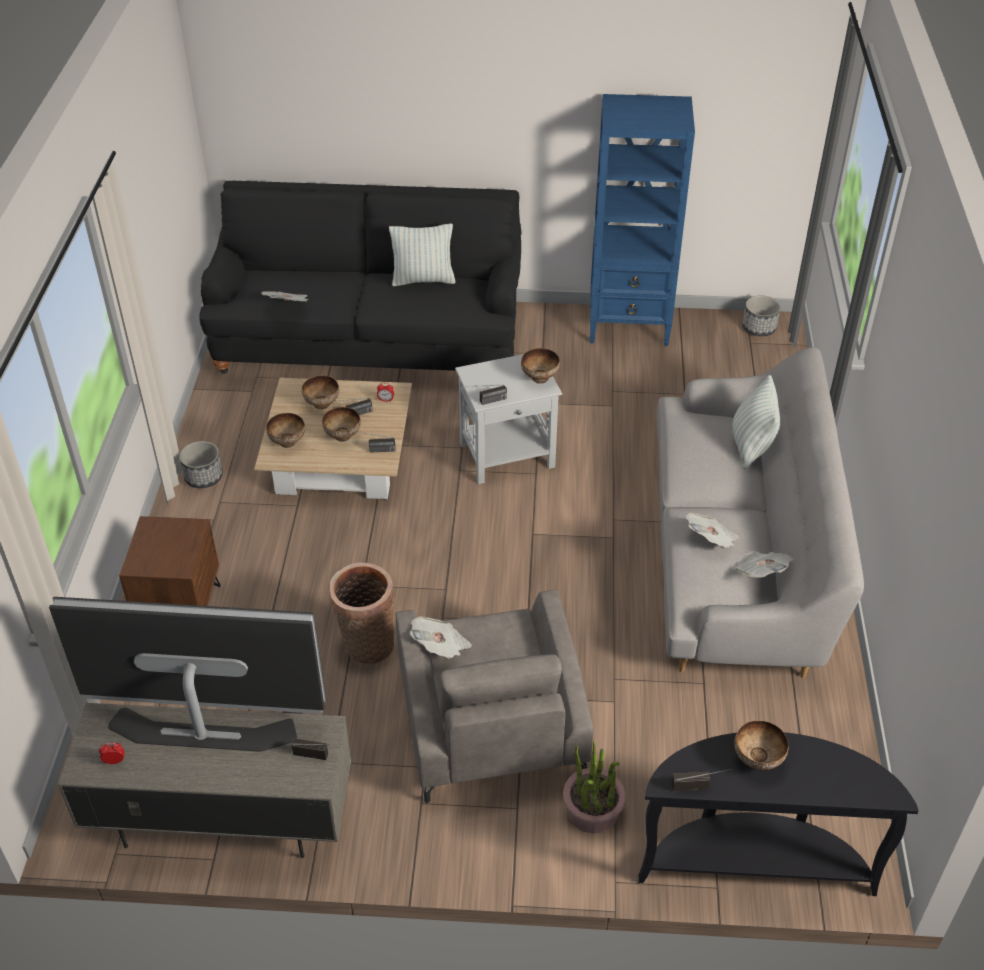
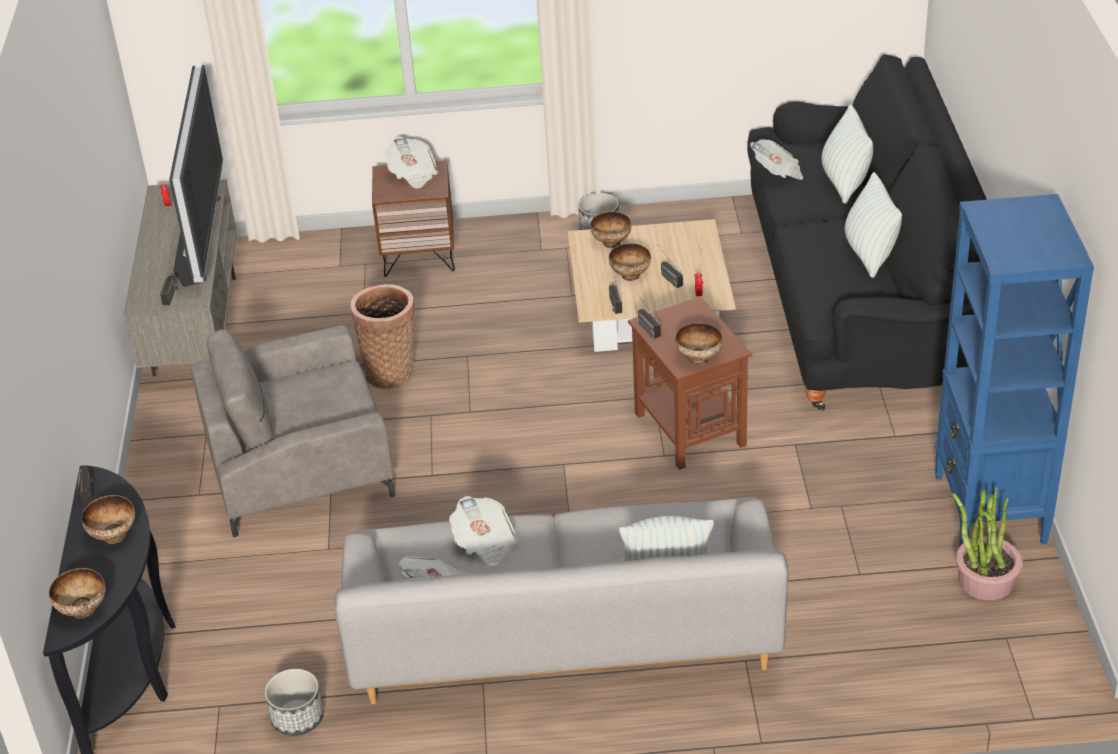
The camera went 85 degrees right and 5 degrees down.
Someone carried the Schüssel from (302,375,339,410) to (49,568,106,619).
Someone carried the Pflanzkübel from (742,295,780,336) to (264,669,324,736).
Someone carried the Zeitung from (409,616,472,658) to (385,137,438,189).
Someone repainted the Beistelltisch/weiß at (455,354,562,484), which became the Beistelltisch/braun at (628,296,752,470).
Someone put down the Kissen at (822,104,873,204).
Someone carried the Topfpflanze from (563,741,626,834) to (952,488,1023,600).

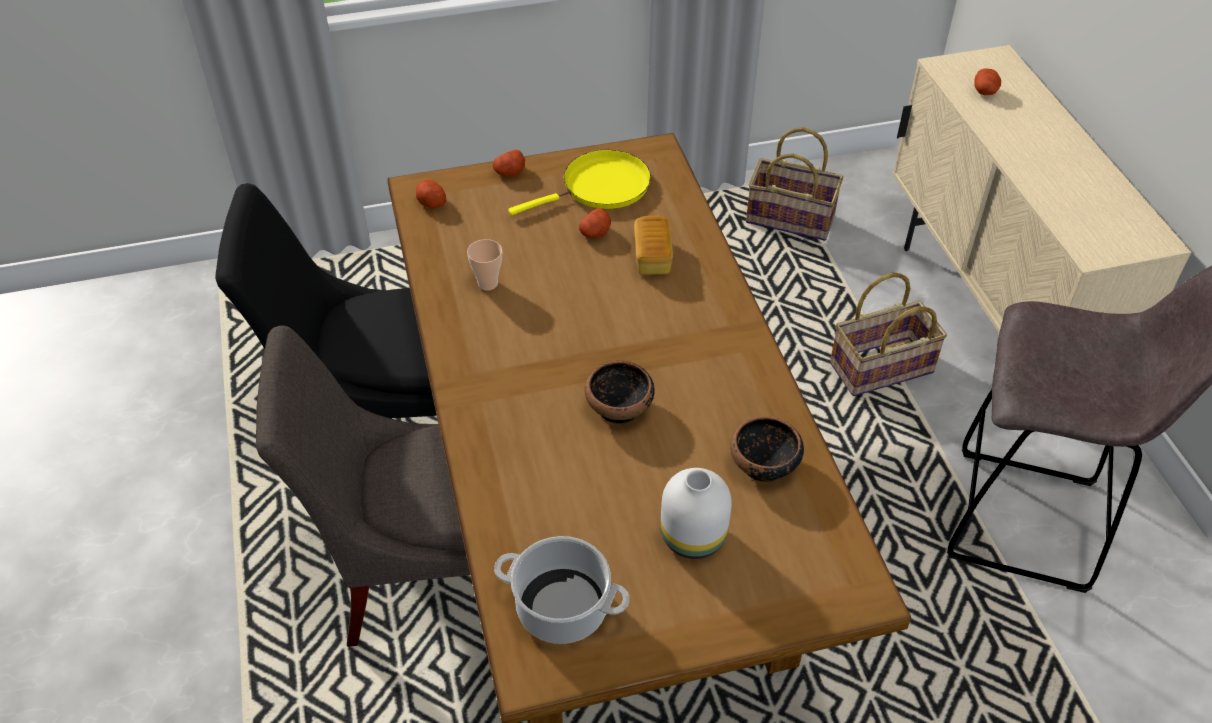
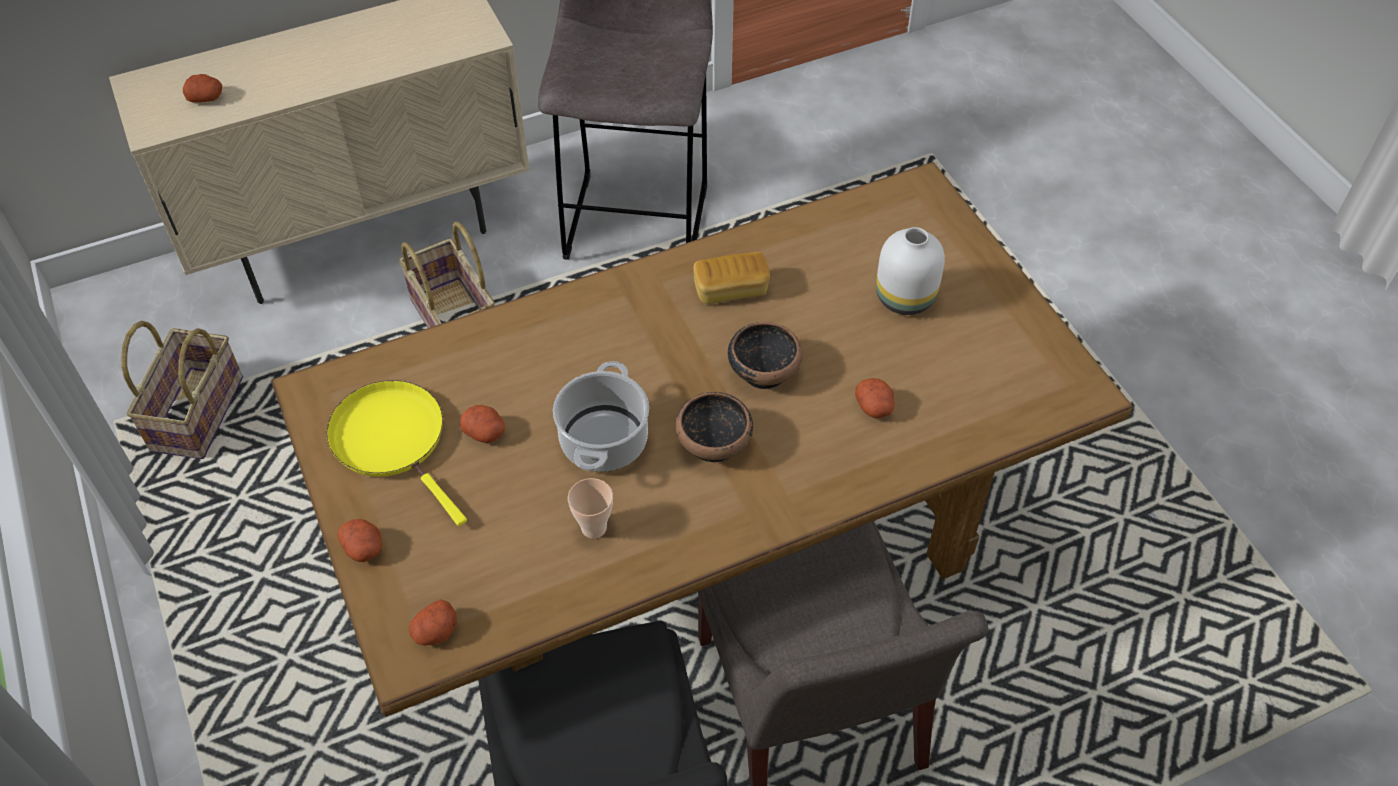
The camera went 100 degrees left and 5 degrees up.
Someone carried the Kochtopf from (494,536,629,644) to (553,361,649,472).
Someone carried the Schüssel from (730,416,804,482) to (675,392,753,462).
Someone carried the Brot from (634,216,673,275) to (693,252,770,304).
Someone put down the Kartoffel at (855,378,895,418).

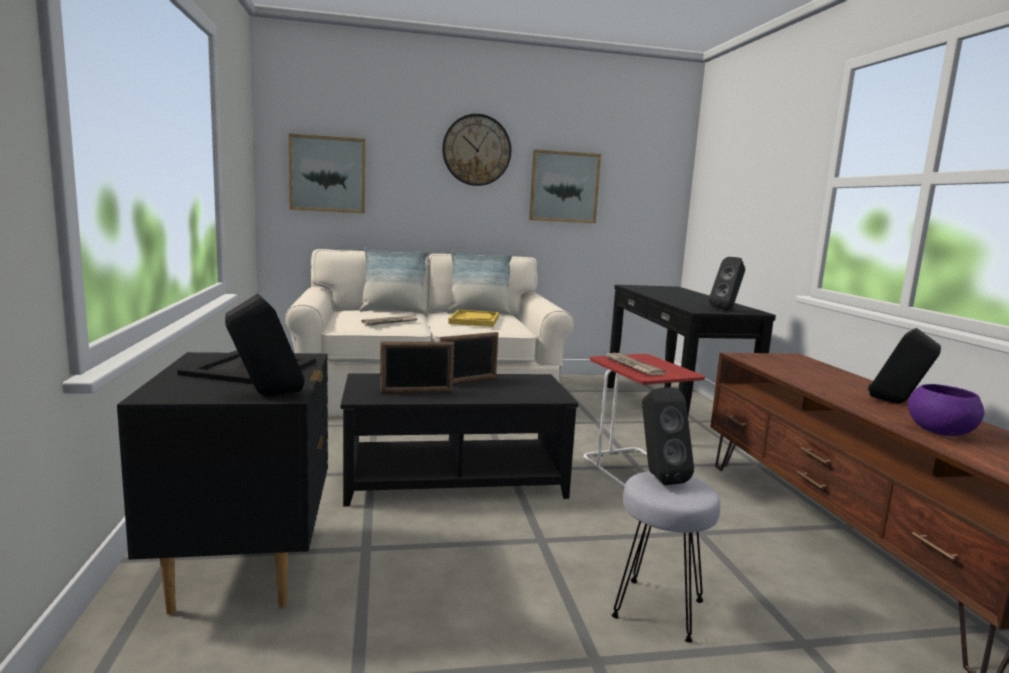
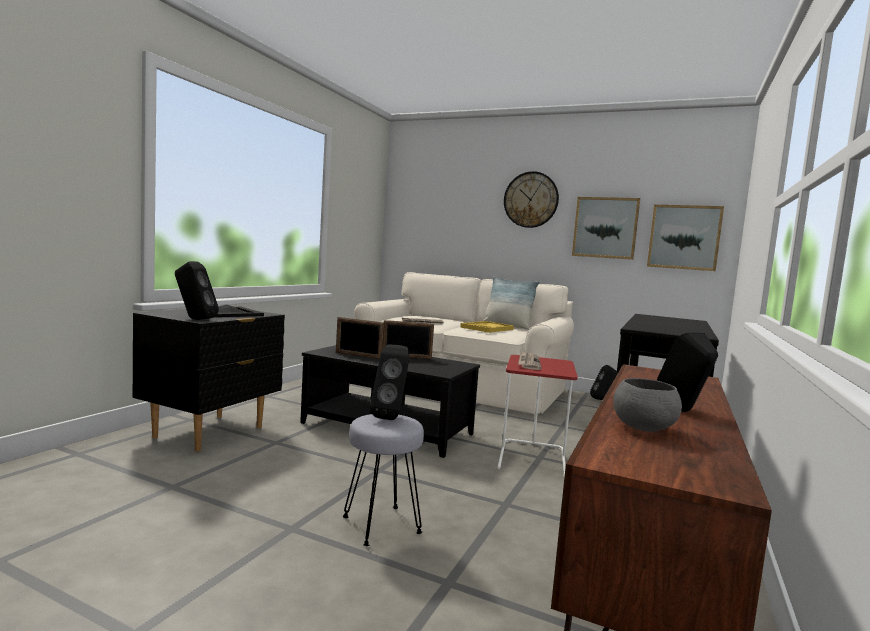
The camera went 35 degrees right and 5 degrees down.
Someone carried the Lautsprecher/schwarz from (709,257,745,310) to (590,365,617,400).
Someone repainted the Schüssel/lila at (908,384,984,436), which became the Schüssel/grau at (613,378,682,432).
Someone carried the Bild from (288,133,365,213) to (647,204,724,271).
Someone took away the Kissen at (359,247,428,313).

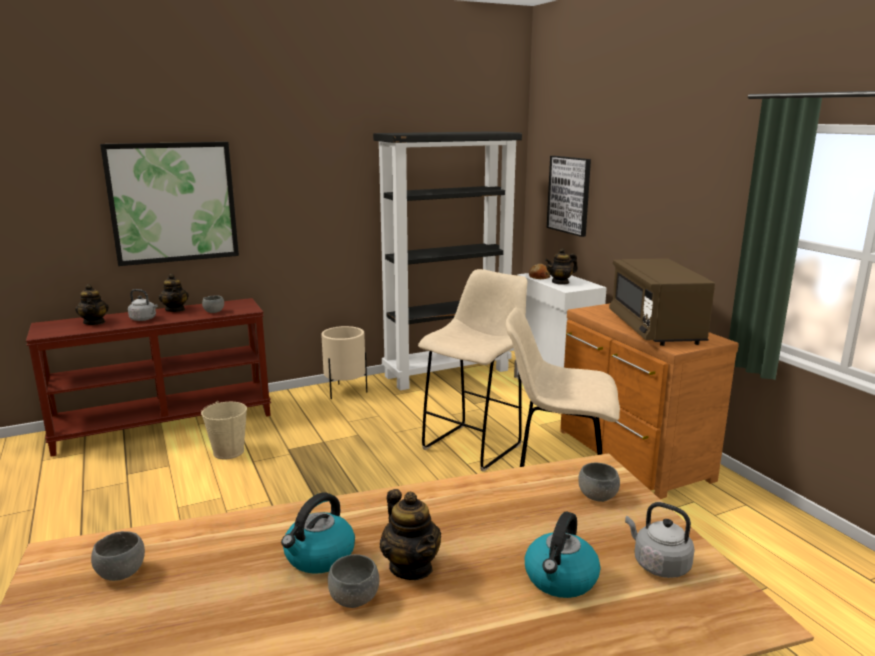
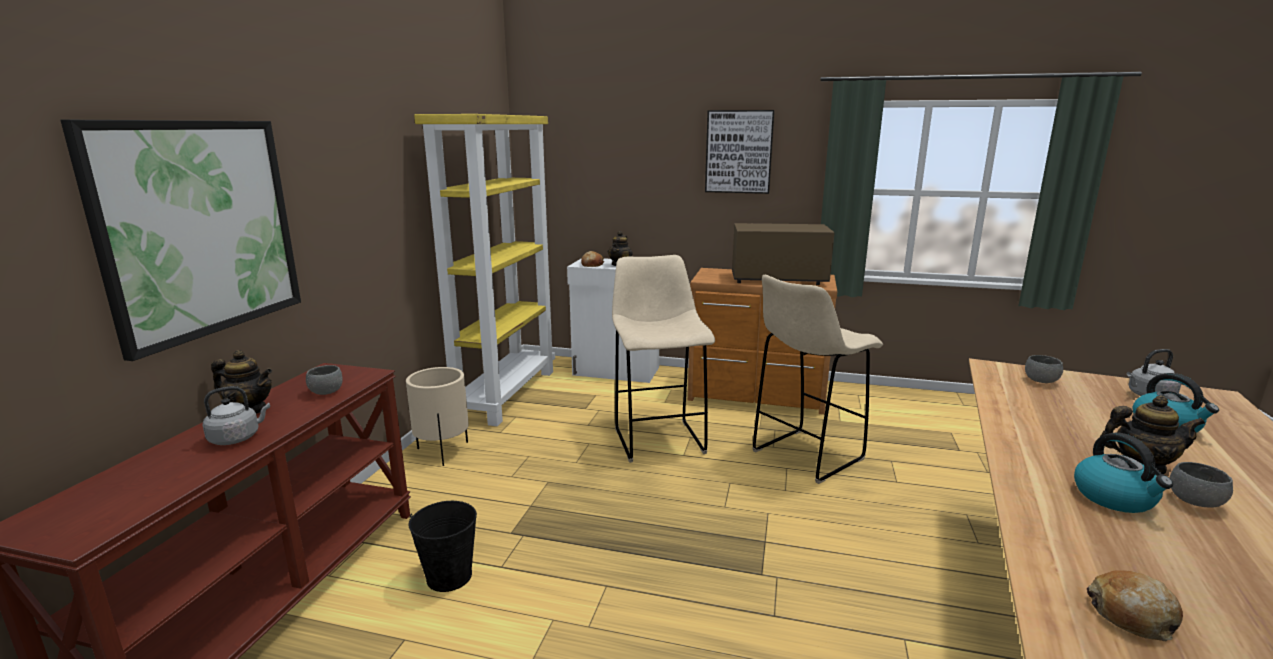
The camera went 50 degrees left and 0 degrees up.
Someone repainted the Eimer/beige at (201,401,247,459), which became the Eimer/schwarz at (408,501,477,592).
Someone repainted the Bücherregal/schwarz at (373,131,522,391), which became the Bücherregal/gelb at (414,114,555,426).
Someone carried the Bild from (547,156,591,237) to (705,110,774,194).
Someone rotated the Mikrowelle/braun at (609,258,715,346) by 150 degrees clockwise.
Someone swapped the Schüssel/grau at (91,531,145,581) for the Brot at (1087,570,1183,641).
Someone took away the Teekanne at (75,284,109,325).

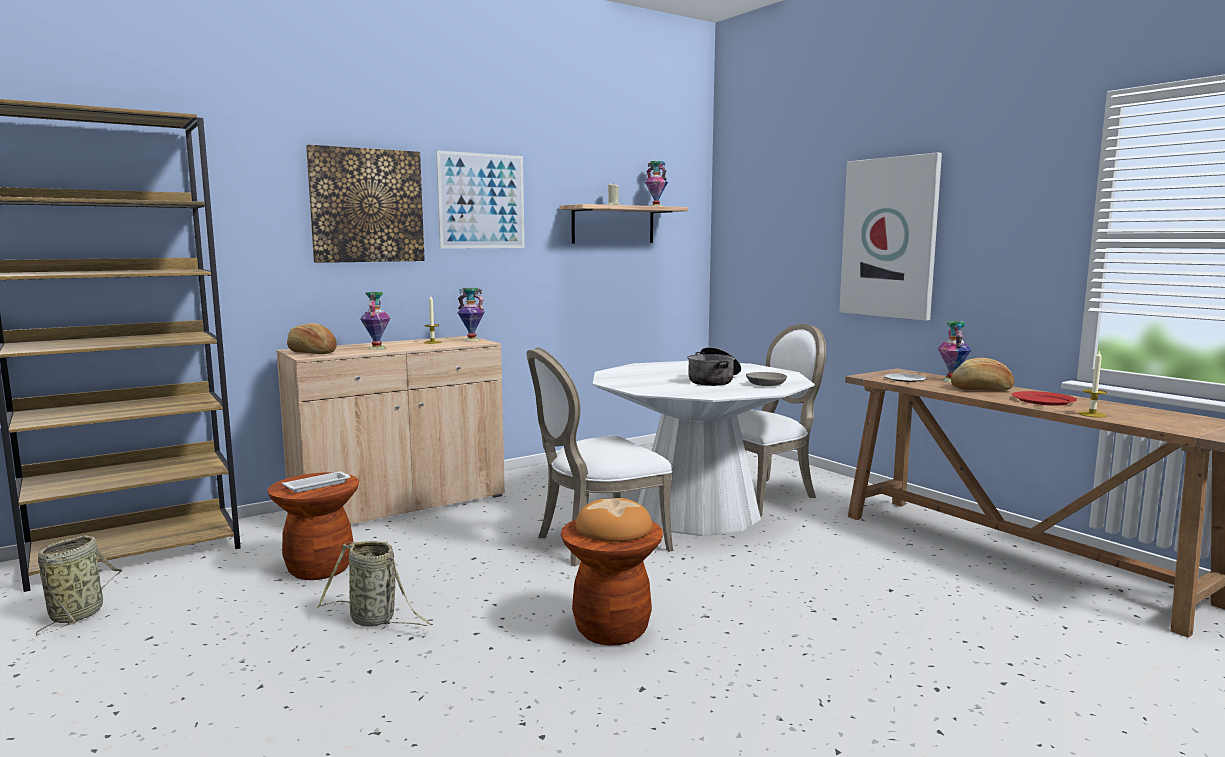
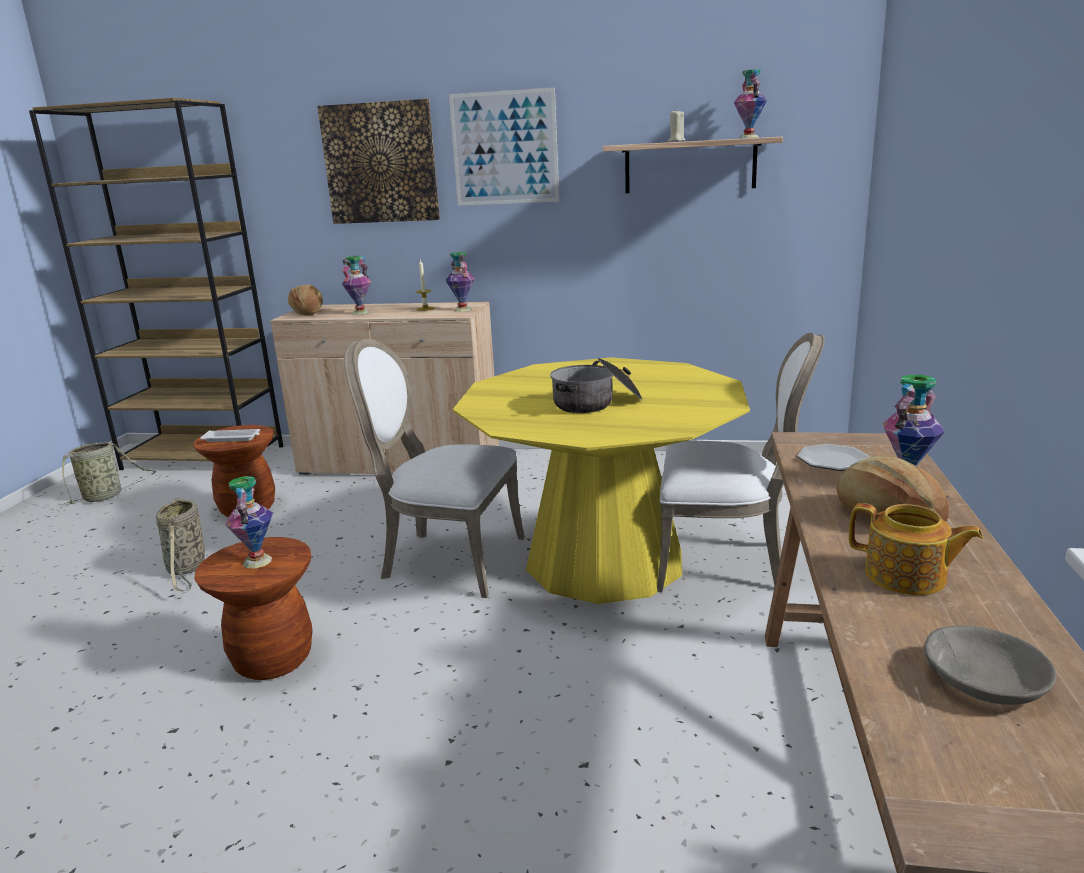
The camera went 45 degrees right and 10 degrees up.
Someone swapped the Brot at (576,498,652,542) for the Vase at (225,476,273,568).
Someone repainted the Esstisch/weiß at (593,361,815,536), which became the Esstisch/gelb at (453,357,750,604).
Someone swapped the Teller/rot at (1012,391,1077,406) for the Teekanne at (849,503,983,595).
Someone carried the Schüssel/grau from (746,372,787,386) to (924,625,1056,705).
Someone took away the Bild at (839,152,942,321).
Someone took away the Kerze at (1078,351,1107,418).

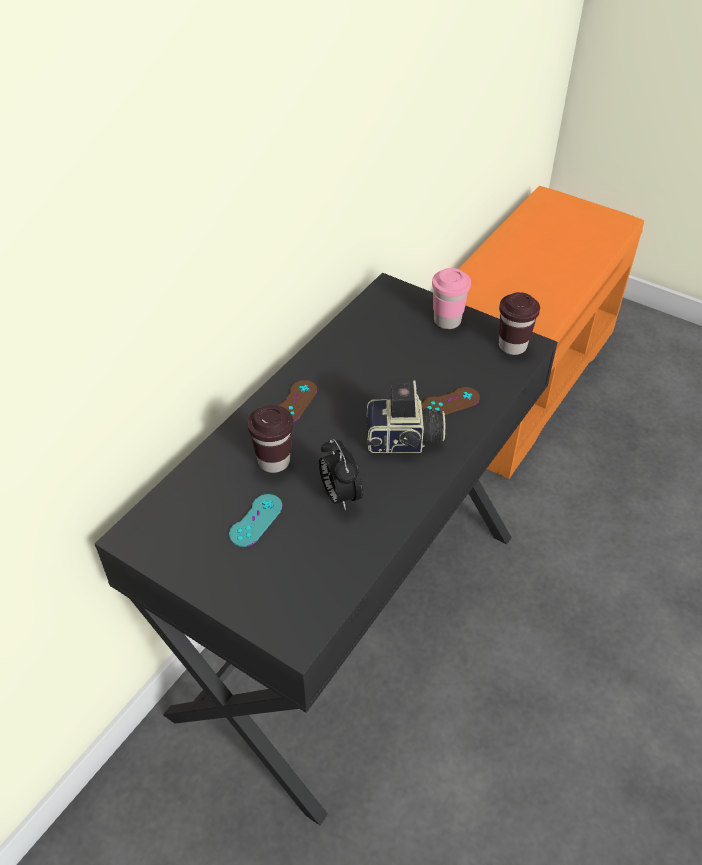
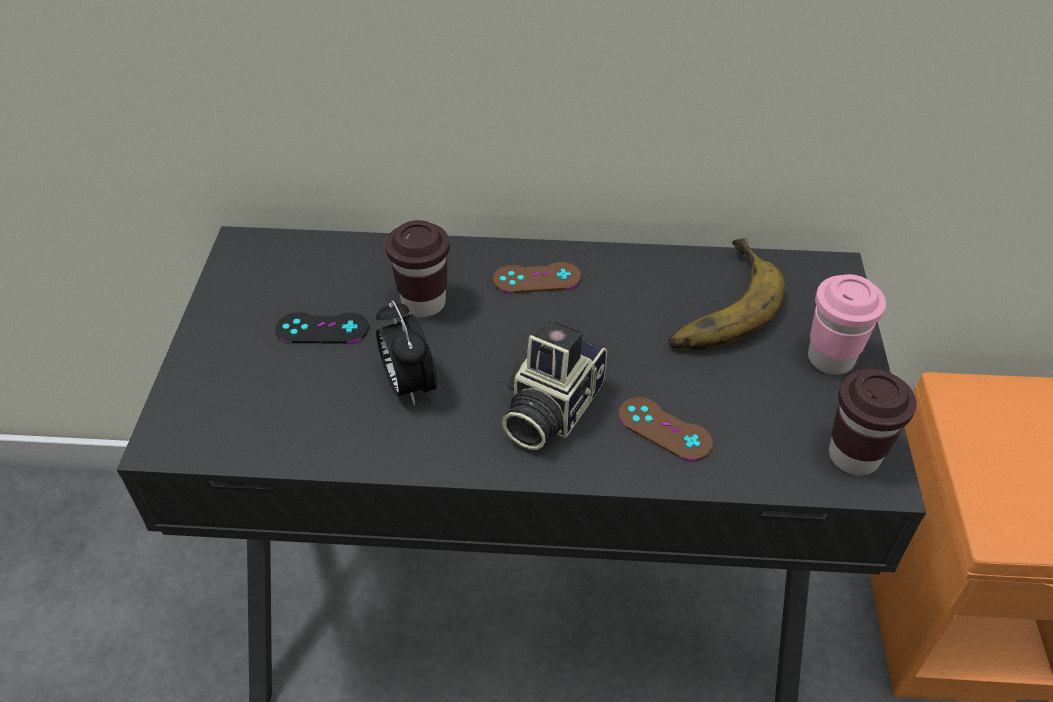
The camera went 60 degrees right and 0 degrees up.
Someone repainted the Gamepad/türkis at (229,494,283,547), which became the Gamepad/schwarz at (275,312,369,344).
Someone rotated the Wecker at (319,439,363,510) by 60 degrees counterclockwise.
Someone rotated the Kamera at (367,381,445,453) by 60 degrees clockwise.
Someone put down the Banane at (669,238,785,350).

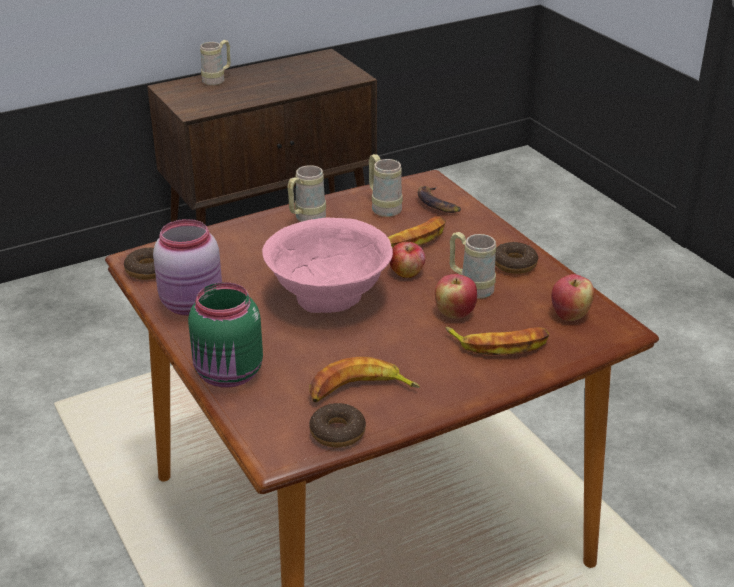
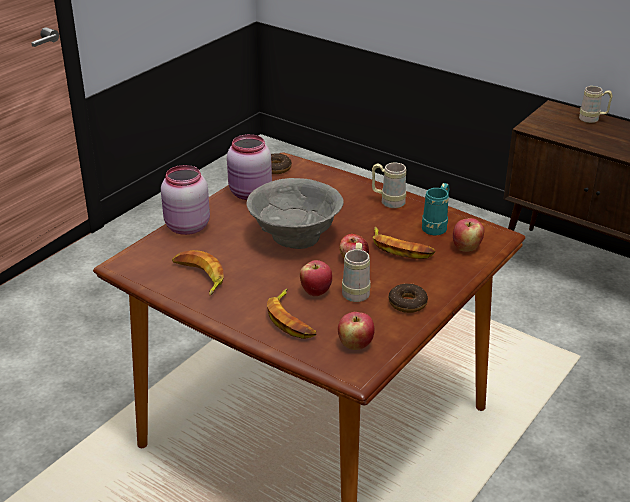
The camera went 65 degrees right and 0 degrees up.
Someone repainted the Vorratsglas/grün at (188,282,263,388), which became the Vorratsglas/rosa at (161,165,210,235).
Someone repainted the Schüssel/rosa at (262,218,393,313), which became the Schüssel/grau at (246,178,344,249).
Someone repainted the Henkelbecher/beige at (369,154,403,217), which became the Henkelbecher/türkis at (422,183,449,235).
Someone swapped the Banane at (417,186,461,213) for the Apfel at (453,218,484,252).
Someone took away the Donut at (309,403,366,448).

